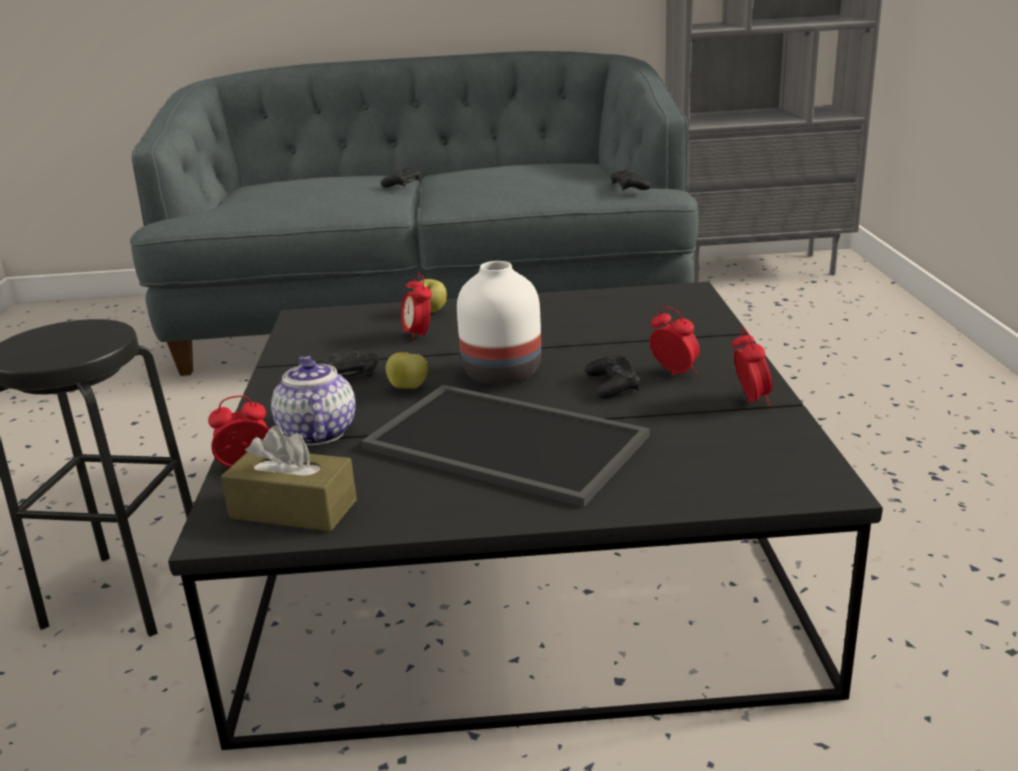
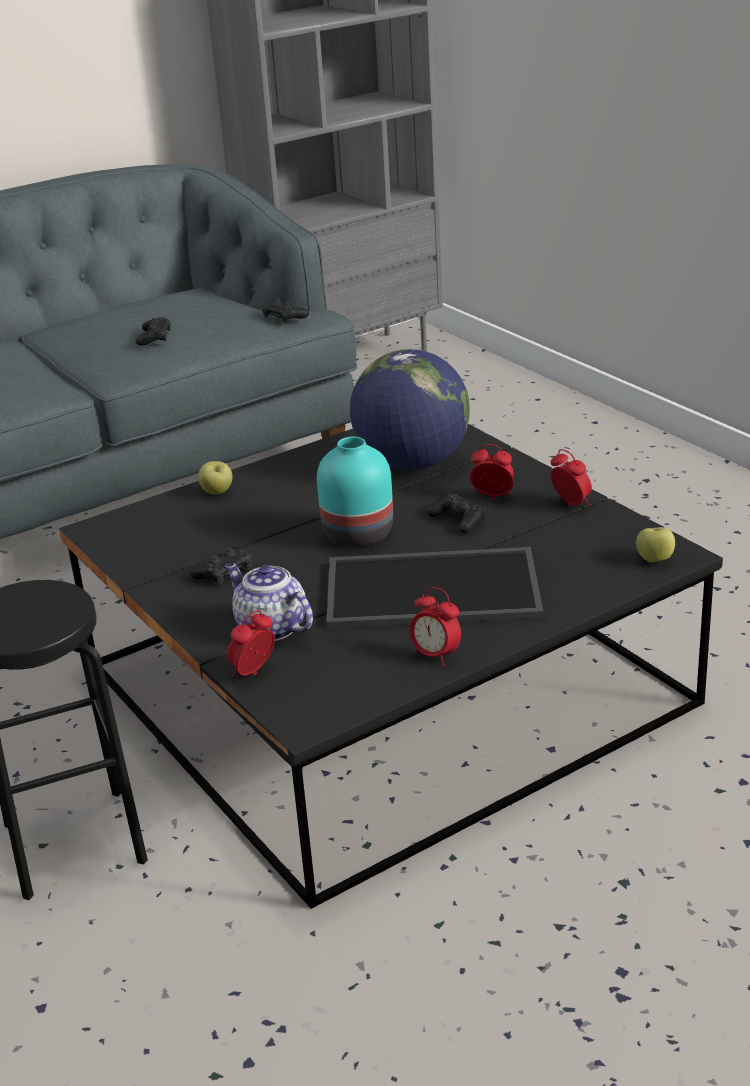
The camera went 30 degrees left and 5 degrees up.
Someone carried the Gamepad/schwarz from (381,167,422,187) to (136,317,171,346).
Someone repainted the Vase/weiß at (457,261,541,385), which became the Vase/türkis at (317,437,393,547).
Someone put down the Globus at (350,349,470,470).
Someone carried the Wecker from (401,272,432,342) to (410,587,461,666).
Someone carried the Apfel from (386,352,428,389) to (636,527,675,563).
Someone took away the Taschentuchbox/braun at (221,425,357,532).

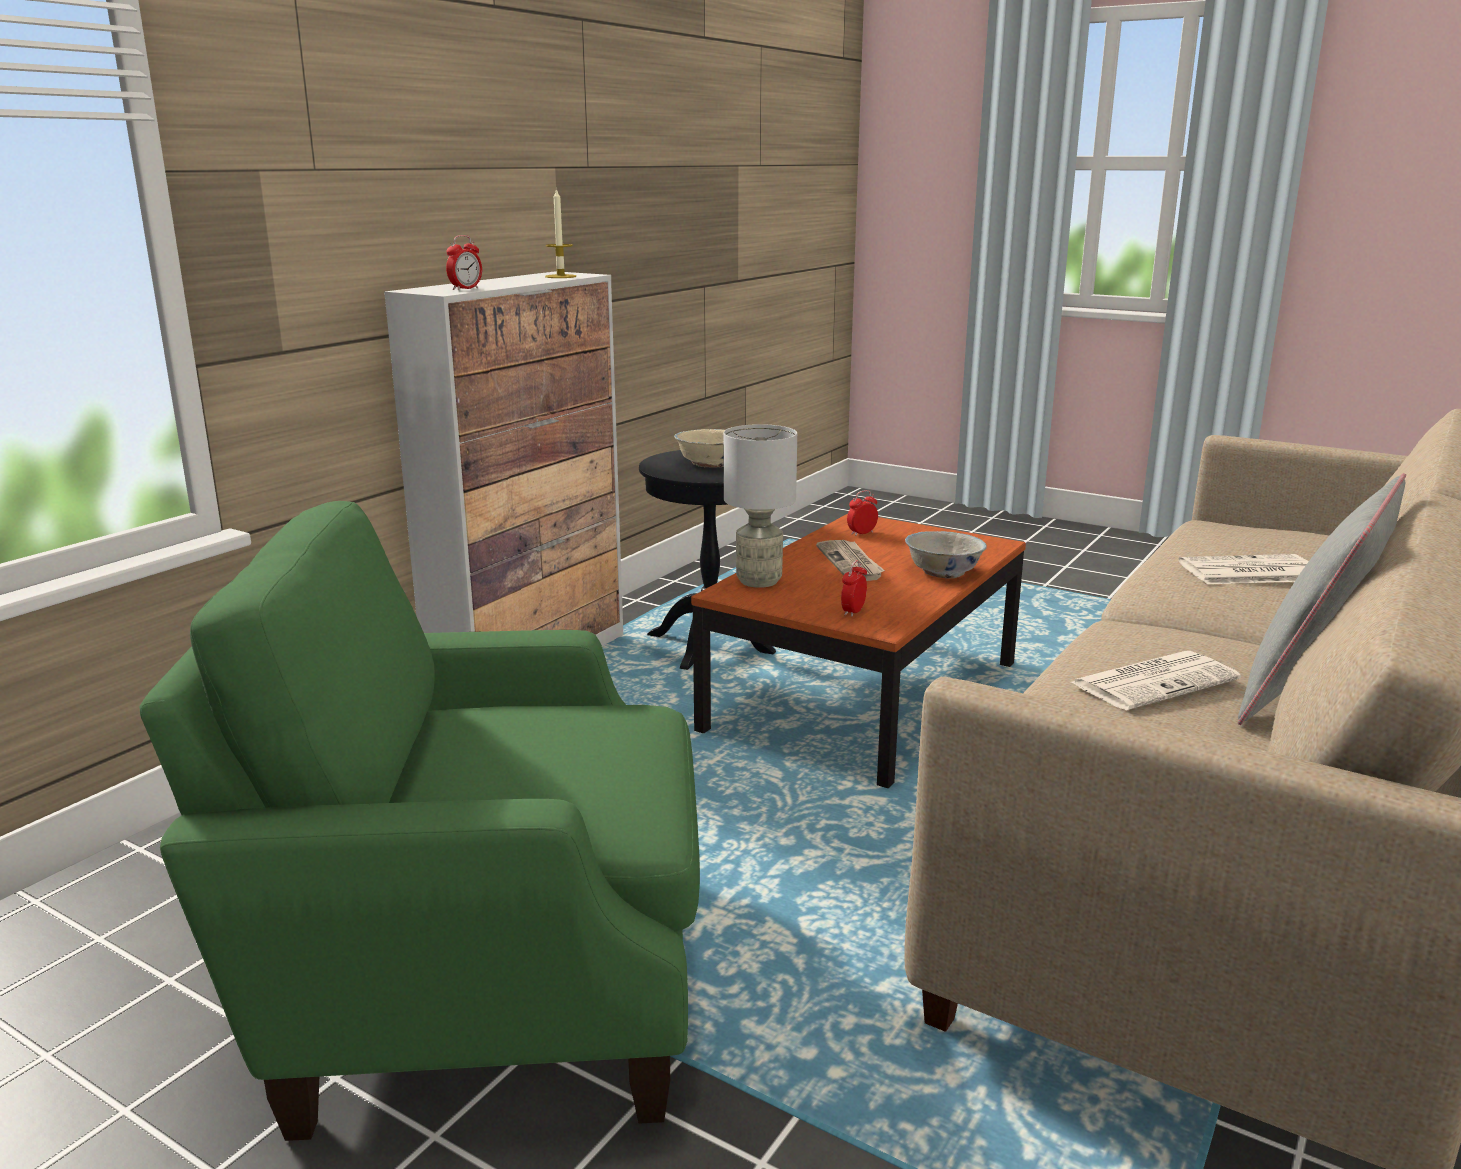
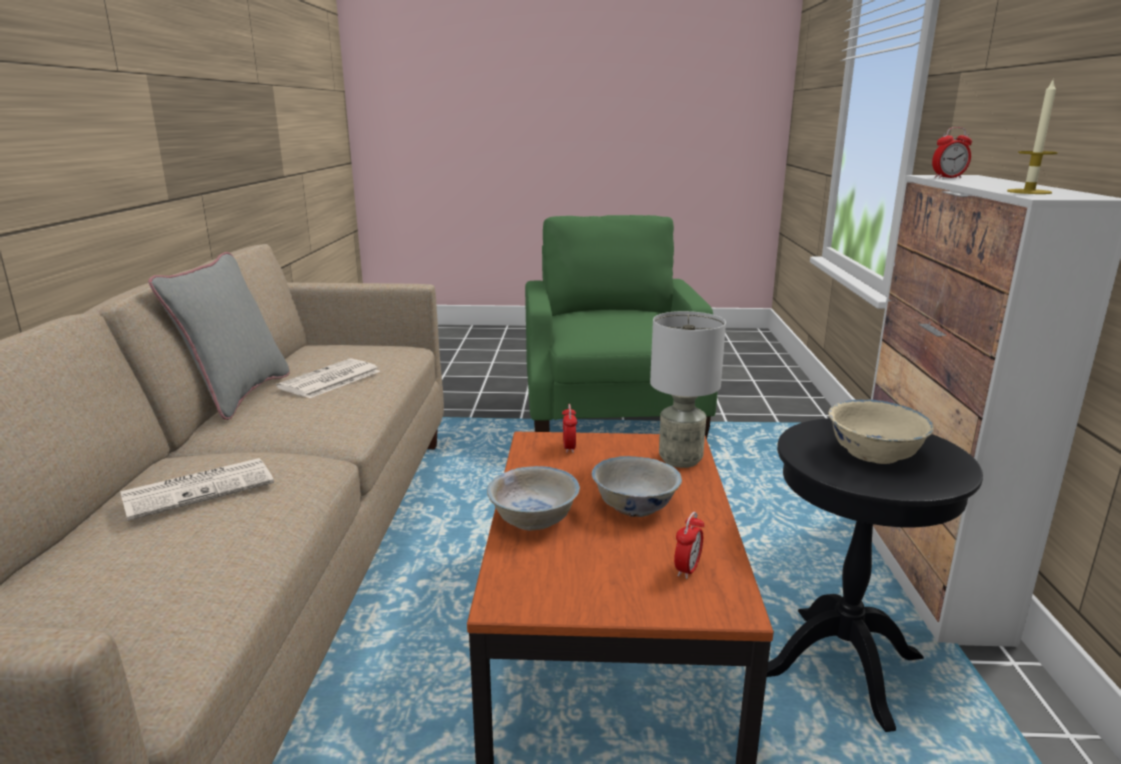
The camera went 150 degrees right and 0 degrees up.
Someone rotated the Sessel/grün at (139,501,700,1141) by 60 degrees counterclockwise.
Someone swapped the Zeitung at (816,540,885,581) for the Schüssel/weiß at (592,456,682,517).
Someone rotated the Wecker at (446,235,482,290) by 105 degrees counterclockwise.

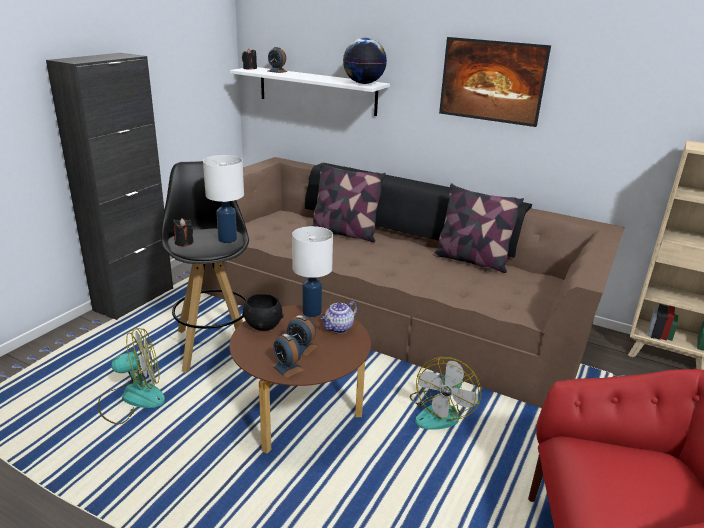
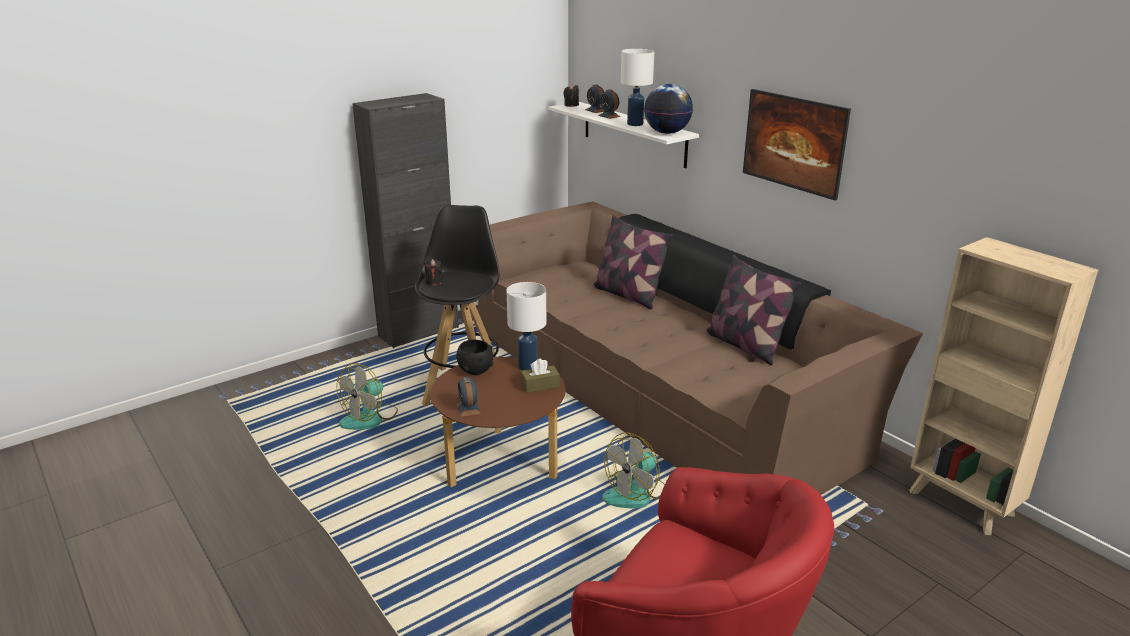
The camera went 25 degrees right and 0 degrees up.
Someone rotated the Ventilator at (98,327,165,424) by 120 degrees clockwise.
Someone swapped the Teekanne at (321,301,357,333) for the Taschentuchbox/braun at (521,359,560,393).
Someone carried the Wecker from (287,315,318,356) to (598,89,621,119).
Someone carried the Tischlampe/weiß from (203,155,244,243) to (621,49,654,126).

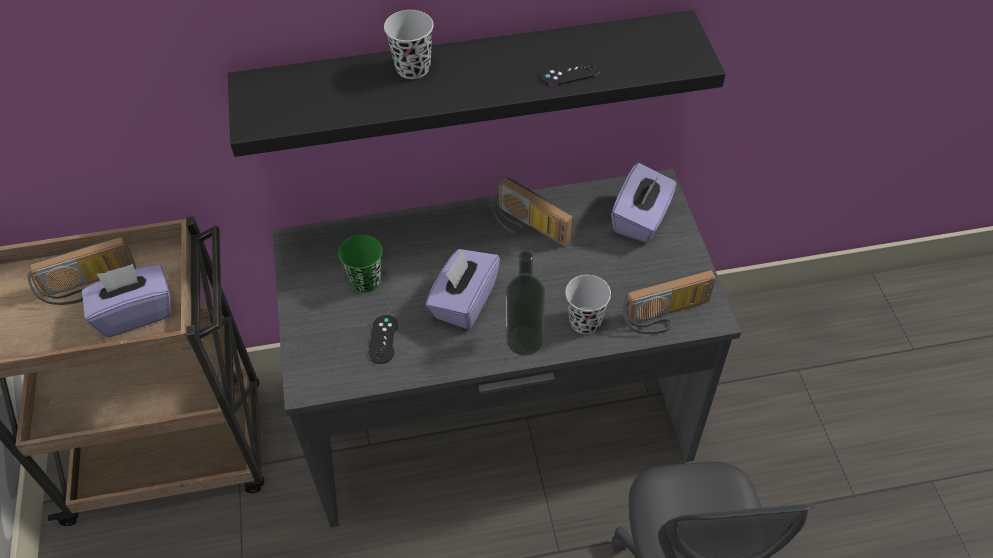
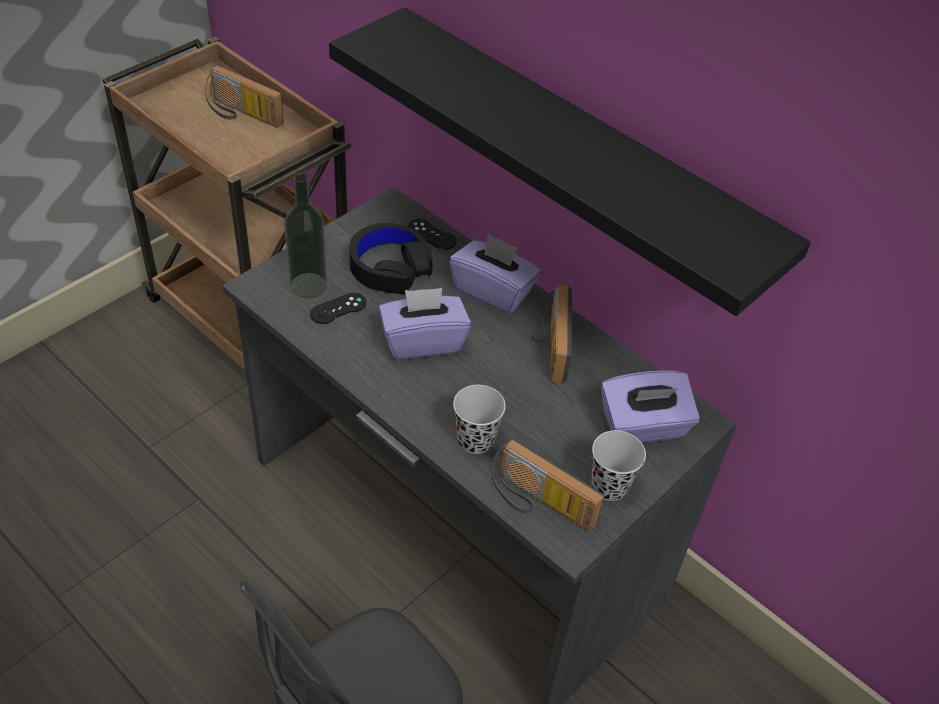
The camera went 50 degrees right and 5 degrees down.
Someone carried the Flasche from (506,251,545,356) to (284,173,327,298).
Someone swapped the Tasse/grün at (338,235,382,293) for the Kopfhörer/schwarz at (349,223,433,294).
Someone carried the Gamepad/schwarz from (540,58,601,86) to (408,219,456,250).
Someone carried the Taschentuchbox/lila from (82,264,171,337) to (450,233,541,314).
Someone carried the Tasse/schwarz from (384,10,434,79) to (591,430,646,501).

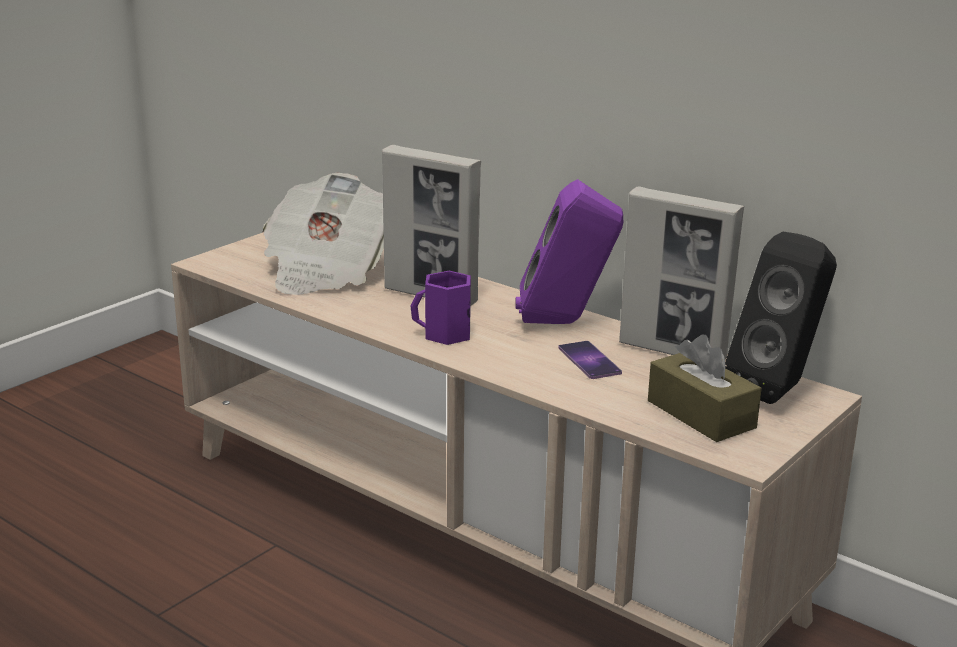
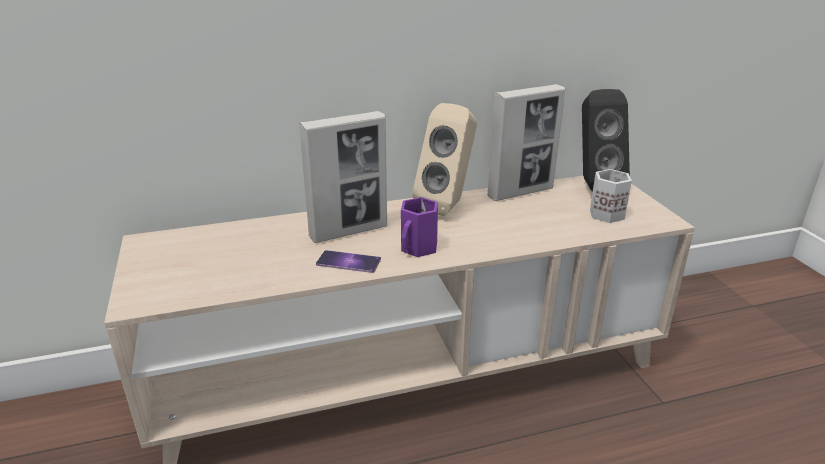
The camera went 55 degrees left and 5 degrees up.
Someone carried the Handy from (558,341,622,379) to (316,250,381,273).
Someone repainted the Lautsprecher/lila at (516,179,623,324), which became the Lautsprecher/beige at (412,103,477,216).
Someone swapped the Taschentuchbox/braun at (648,335,762,442) for the Henkelbecher/weiß at (590,169,632,223).
Someone took away the Zeitung at (262,173,384,295).

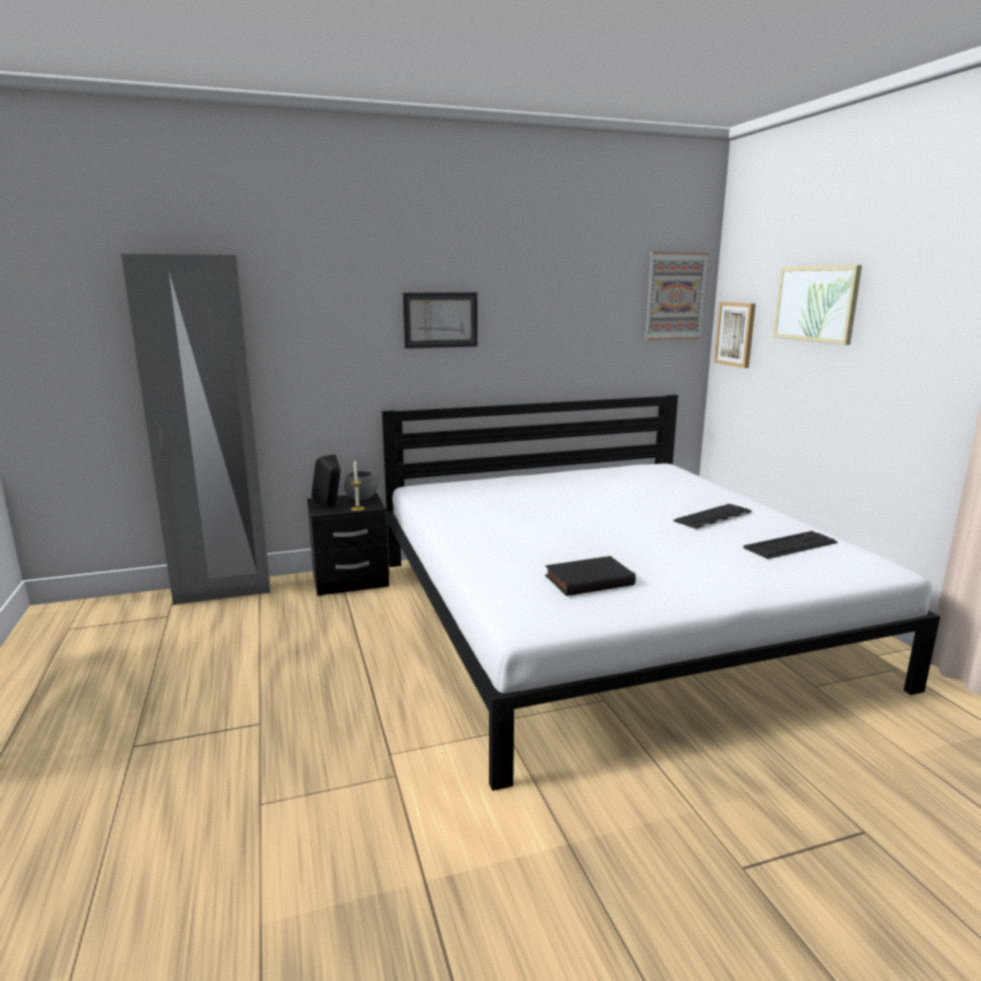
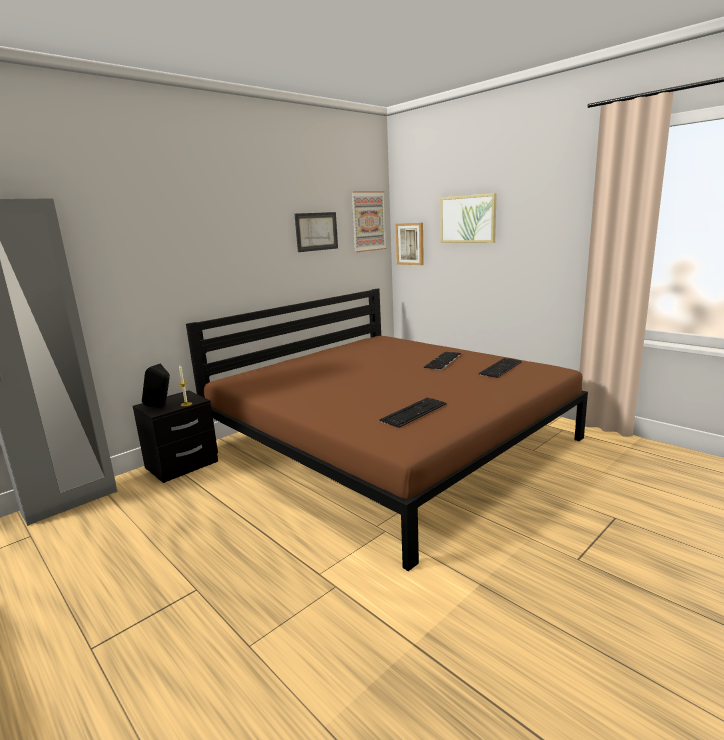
The camera went 25 degrees left and 0 degrees up.
Someone repainted the Bett/weiß at (382,395,940,791), which became the Bett/braun at (186,288,588,571).
Someone carried the Bild from (403,292,478,349) to (295,212,338,252).
Someone swapped the Buch/schwarz at (545,556,636,596) for the Tastatur at (380,397,446,428).
Someone took away the Schüssel/grau at (344,471,378,500).

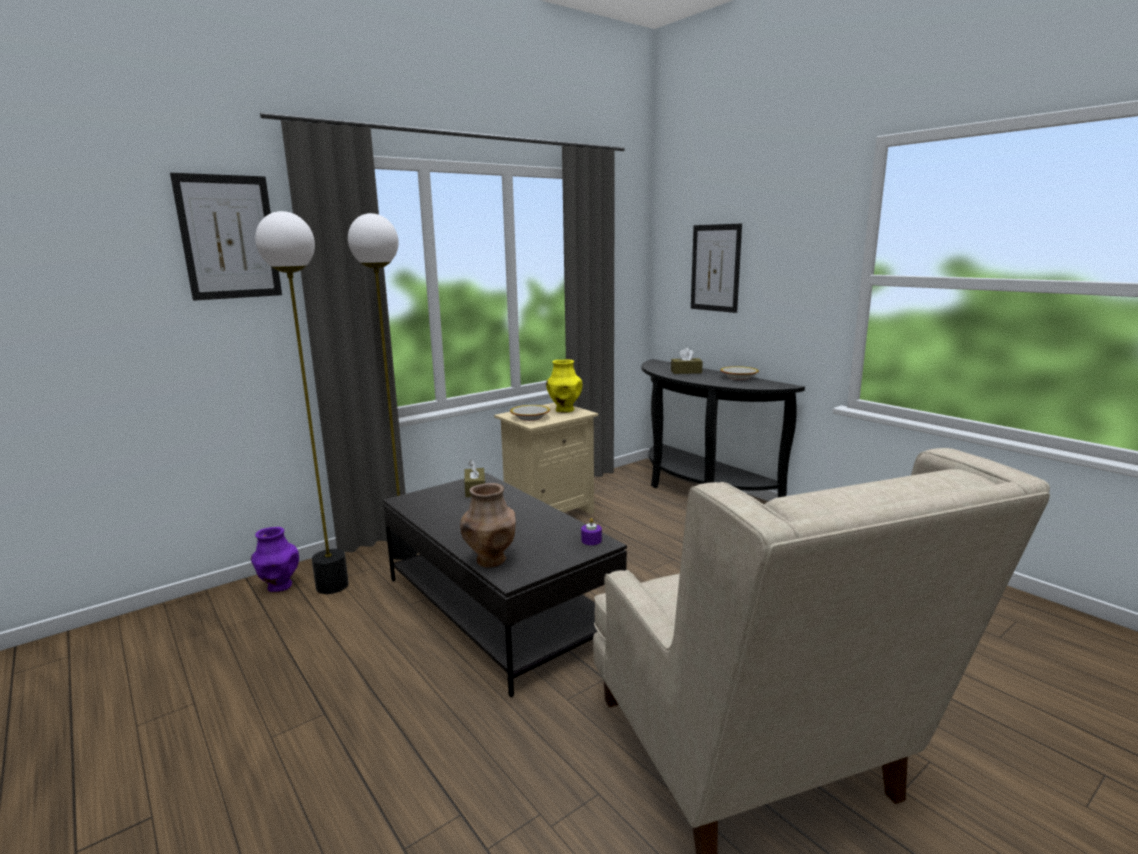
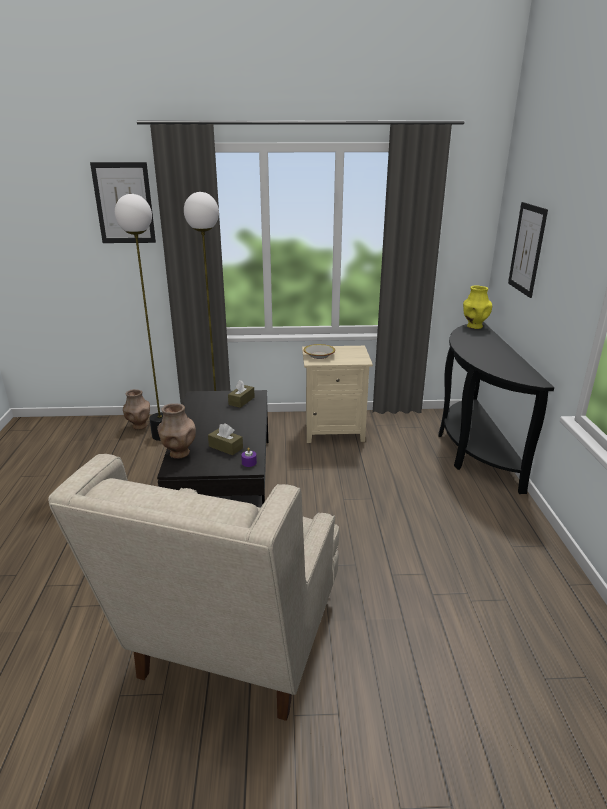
The camera went 35 degrees right and 10 degrees up.
Someone repainted the Vase/lila at (251,527,299,593), which became the Vase/braun at (123,389,150,430).
Someone carried the Taschentuchbox/braun from (671,348,703,374) to (208,423,243,455).
Someone carried the Vase/gelb from (546,360,582,413) to (463,285,492,329).
Someone took away the Schüssel at (720,366,759,380).

